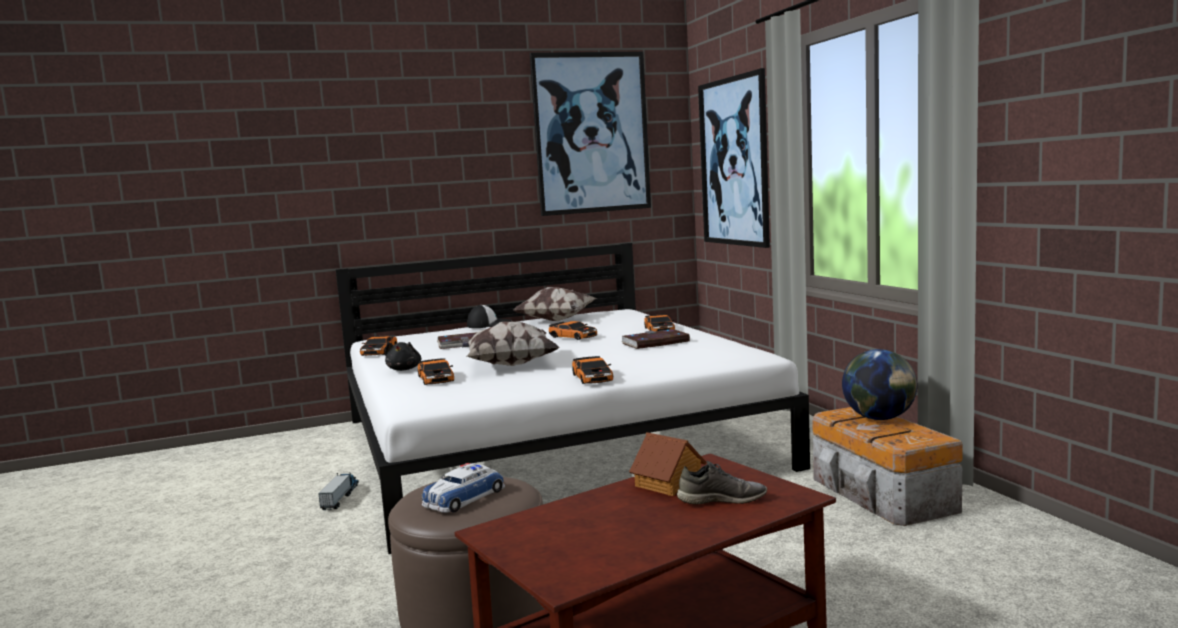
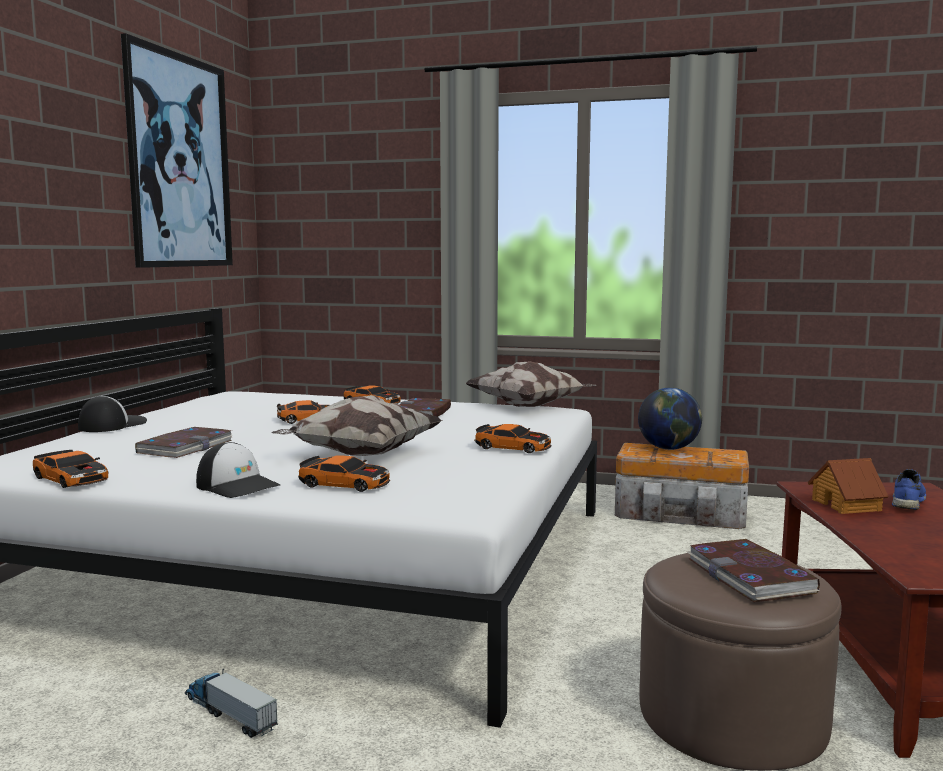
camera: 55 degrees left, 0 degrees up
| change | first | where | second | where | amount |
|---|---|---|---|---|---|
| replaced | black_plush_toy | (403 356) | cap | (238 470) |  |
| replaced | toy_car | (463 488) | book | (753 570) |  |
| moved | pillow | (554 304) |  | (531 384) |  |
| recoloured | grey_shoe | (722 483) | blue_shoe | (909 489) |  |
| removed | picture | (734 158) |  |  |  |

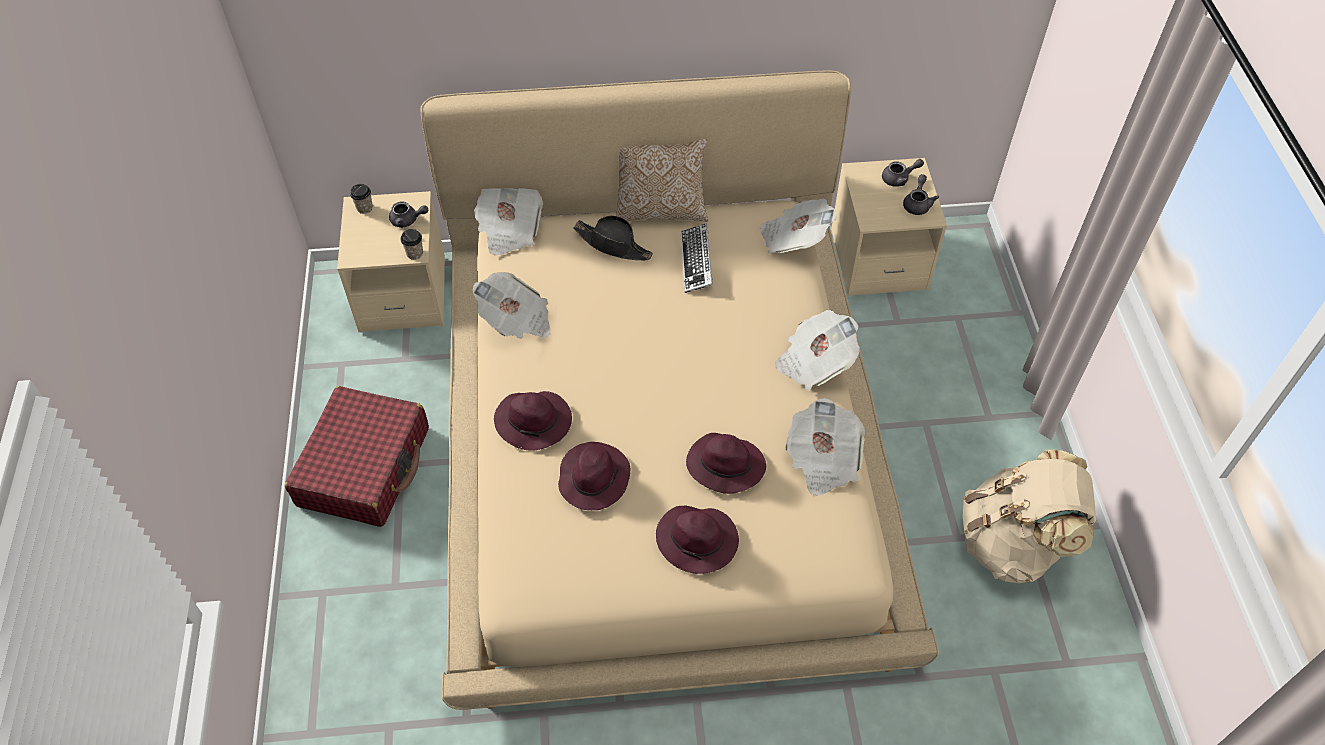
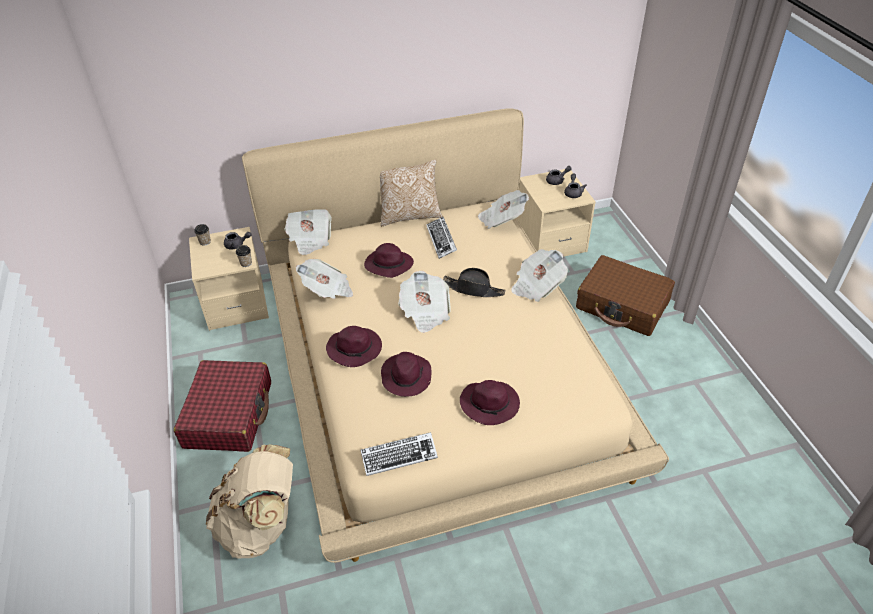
camera: 10 degrees left, 10 degrees down
| change | first | where | second | where | amount |
|---|---|---|---|---|---|
| moved | black_hat | (613 237) |  | (474 282) |  |
| moved | purple_hat | (726 463) |  | (389 260) |  |
| moved | newspaper | (825 447) |  | (424 302) |  |
| moved | beige_backpack | (1029 516) |  | (249 501) |  |
| added |  |  | keyboard | (399 454) |  |
| added |  |  | brown_suitcase | (625 295) |  |

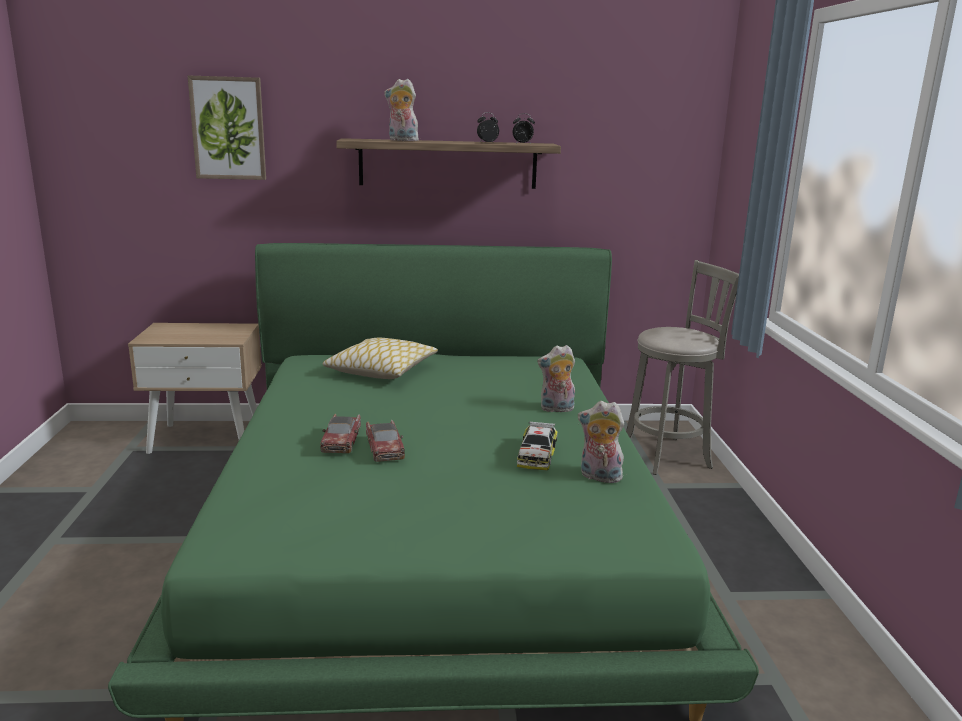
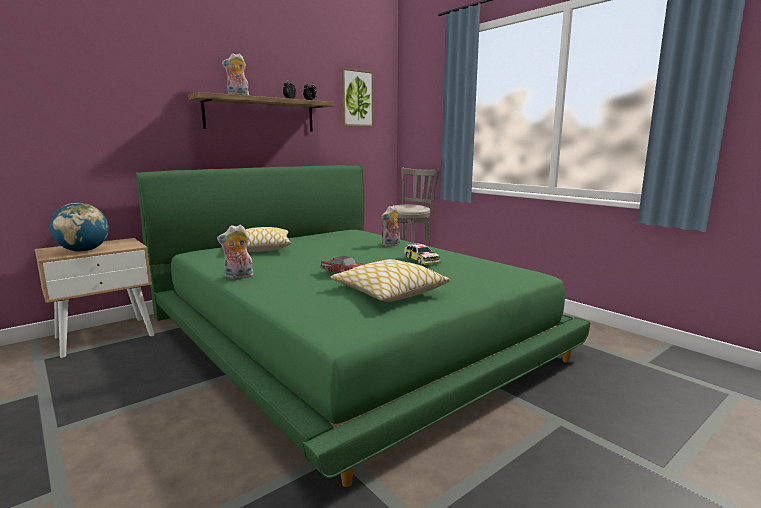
camera: 35 degrees left, 5 degrees down
| change | first | where | second | where | amount |
|---|---|---|---|---|---|
| moved | picture | (227 128) |  | (357 97) |  |
| removed | toy_car | (340 433) |  |  |  |
| moved | plush_toy | (601 442) |  | (235 252) |  |
| added |  |  | globe | (79 227) |  |
| added |  |  | pillow | (390 280) |  |

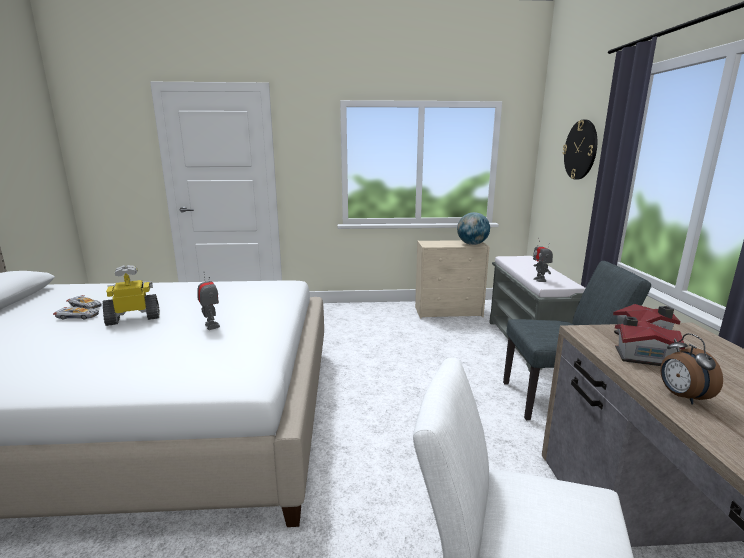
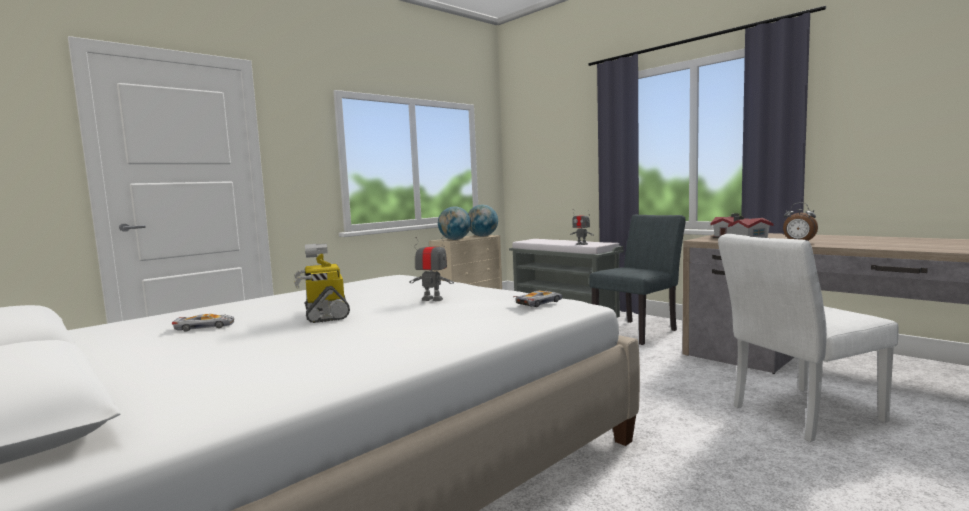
camera: 40 degrees left, 10 degrees down
| change | first | where | second | where | amount |
|---|---|---|---|---|---|
| moved | toy_car | (76 313) |  | (537 298) |  |
| turned | toy_robot | (131 295) |  | (322 283) | 45 degrees counterclockwise |
| removed | wall_clock | (579 150) |  |  |  |
| added |  |  | globe | (454 223) |  |

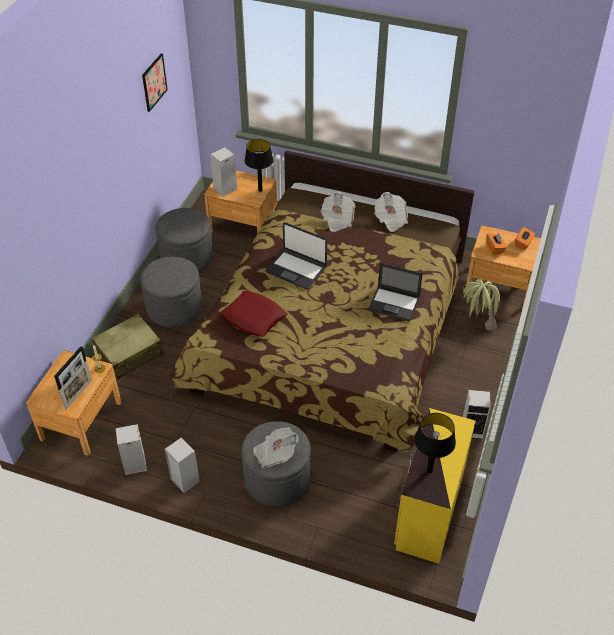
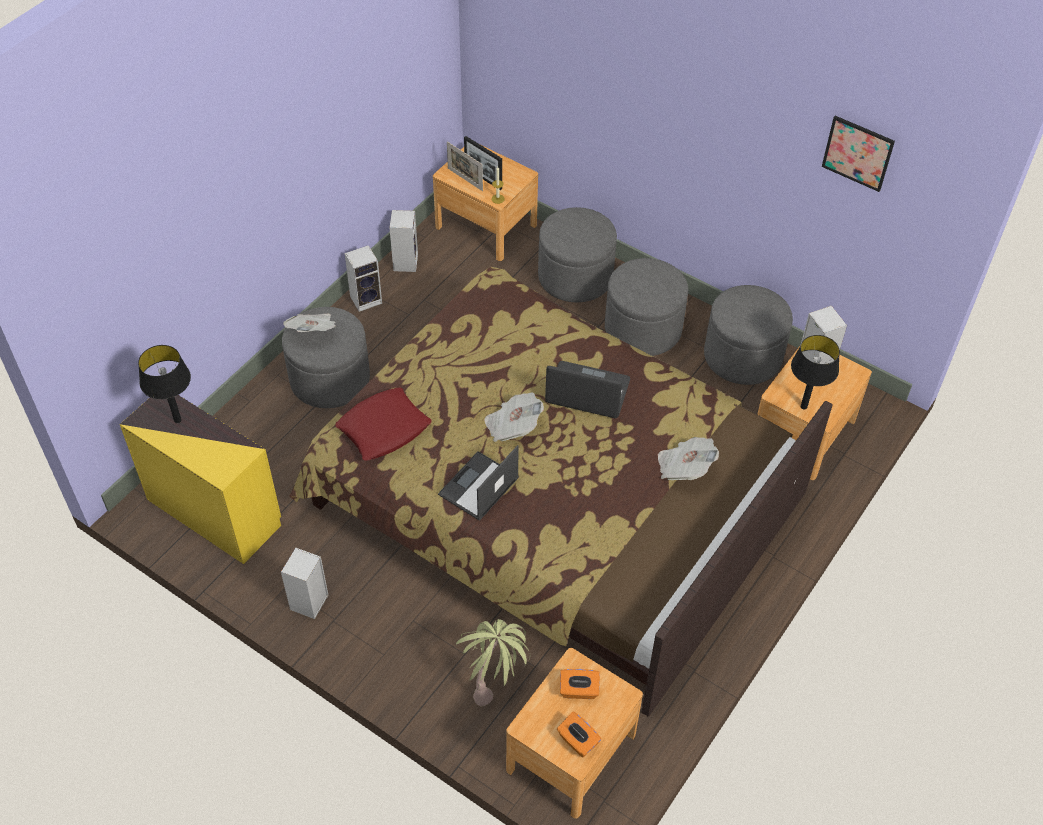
camera: 105 degrees right, 5 degrees up
| change | first | where | second | where | amount |
|---|---|---|---|---|---|
| replaced | beige_suitcase | (128 346) | grey_ottoman | (577 255) |  |
| moved | red_pillow | (254 314) |  | (383 424) |  |
| turned | laptop | (296 255) |  | (587 389) | 60 degrees clockwise |
| moved | newspaper | (391 212) |  | (514 417) |  |

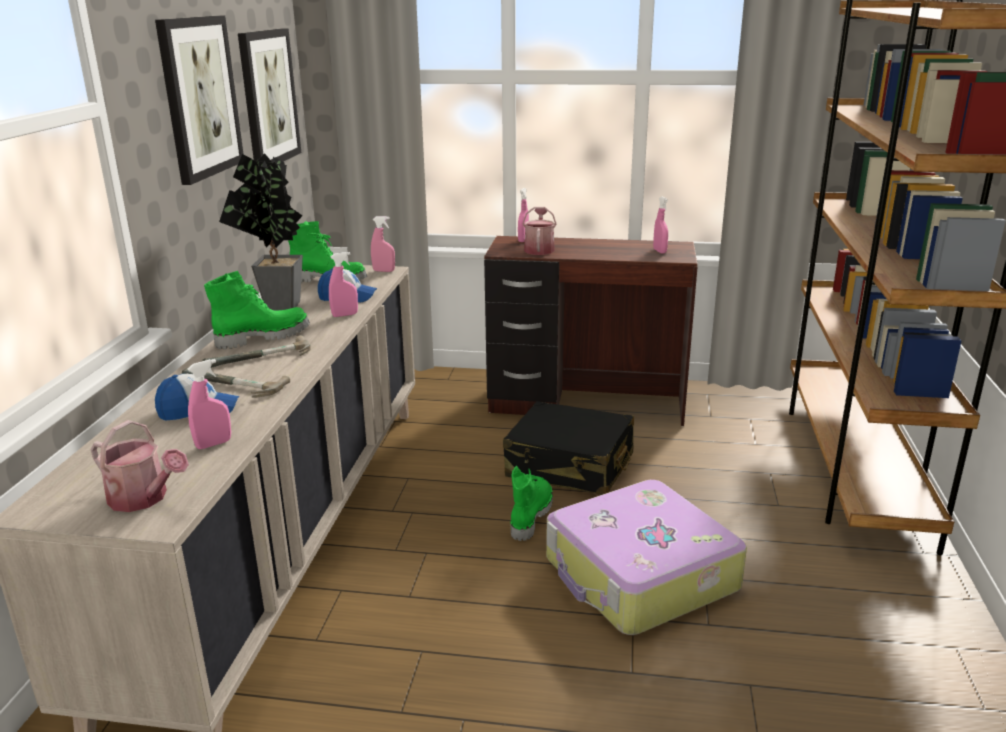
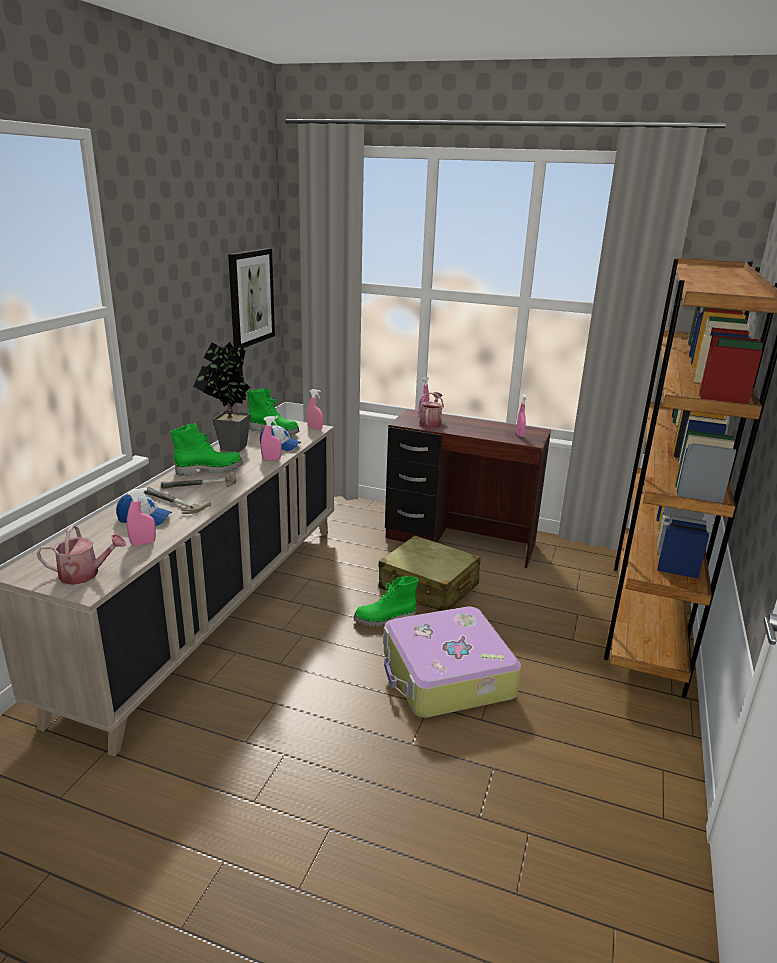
camera: 10 degrees right, 0 degrees up
| change | first | where | second | where | amount |
|---|---|---|---|---|---|
| turned | watering_can | (140 466) |  | (81 555) | 45 degrees counterclockwise |
| removed | picture | (199 100) |  |  |  |
| recoloured | black_suitcase | (568 448) | beige_suitcase | (430 573) |  |
| turned | green_boot | (532 503) |  | (385 601) | 135 degrees counterclockwise |

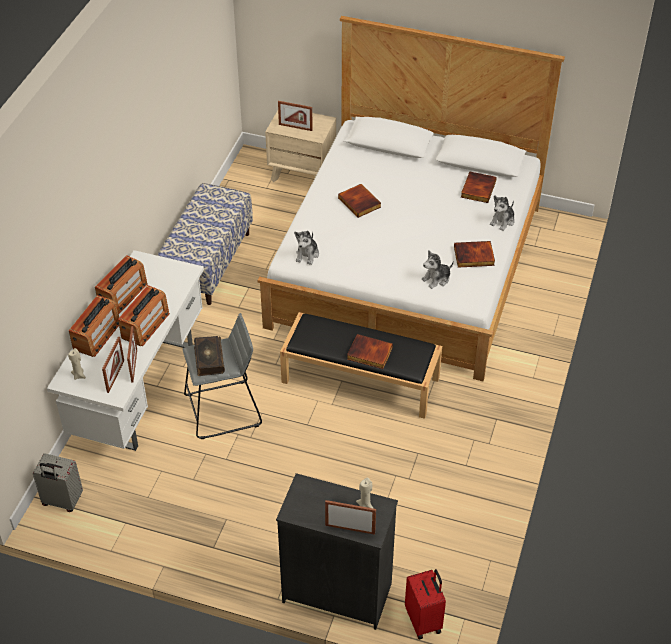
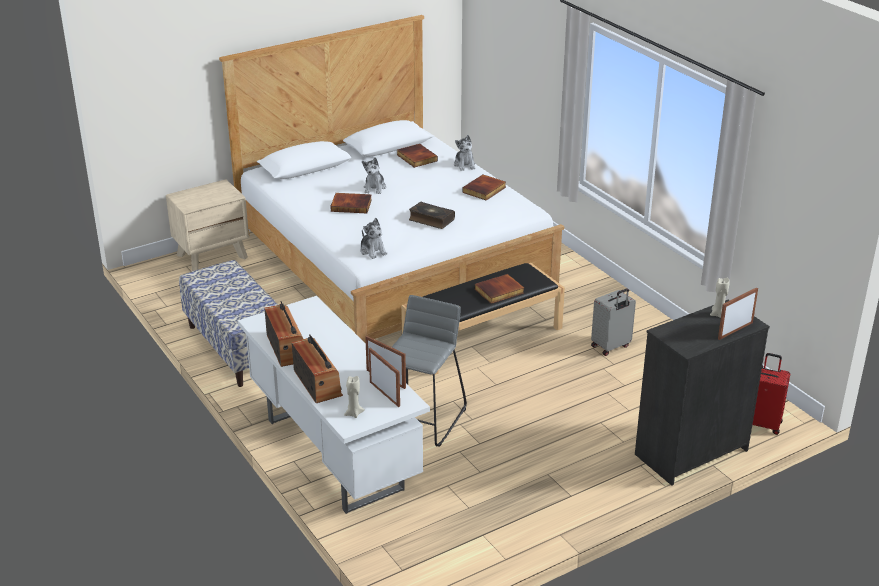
camera: 50 degrees left, 15 degrees down
| change | first | where | second | where | amount |
|---|---|---|---|---|---|
| moved | grey_suitcase | (58 482) |  | (613 322) |  |
| removed | radio | (144 315) |  |  |  |
| moved | book | (209 356) |  | (432 215) |  |
| removed | picture_frame | (295 116) |  |  |  |
| moved | plush_toy | (438 269) |  | (374 175) |  |

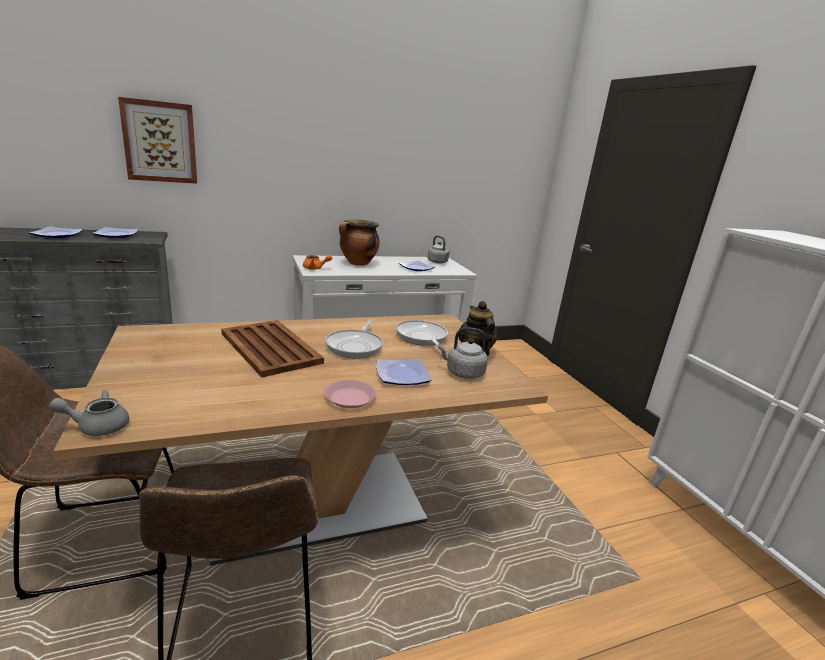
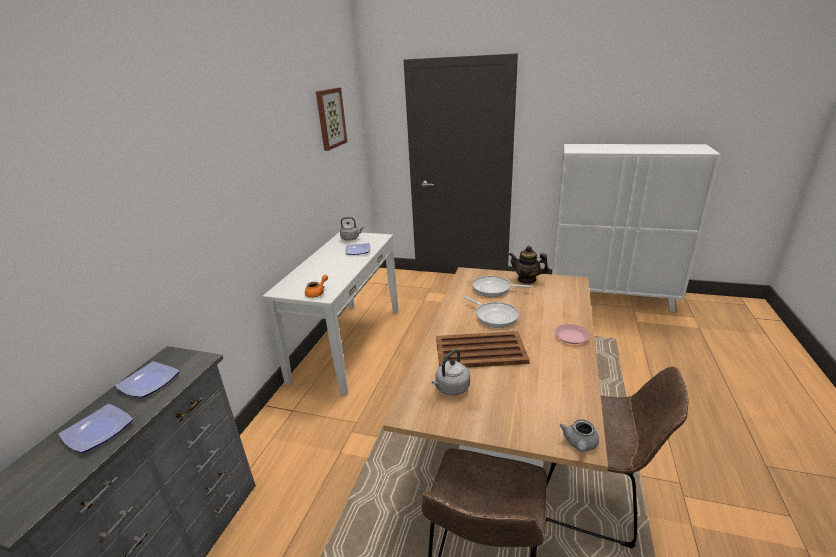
camera: 50 degrees left, 5 degrees up
| change | first | where | second | where | amount |
|---|---|---|---|---|---|
| moved | picture | (157 140) |  | (331 119) |  |
| removed | cooking_pot | (359 242) |  |  |  |
| removed | plate | (403 372) |  |  |  |
| moved | grey_kettle | (463 353) |  | (450 372) |  |

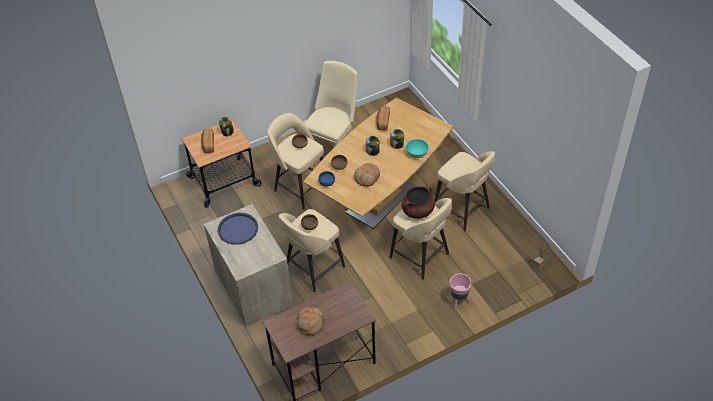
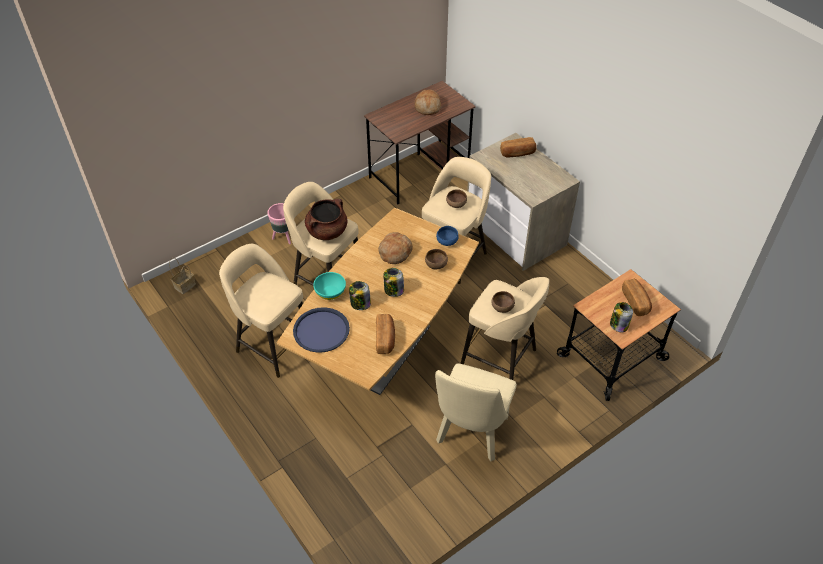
camera: 170 degrees right, 0 degrees up
| change | first | where | second | where | amount |
|---|---|---|---|---|---|
| moved | blue_tray | (238 229) |  | (321 330) |  |
| added |  |  | bread | (518 147) |  |

